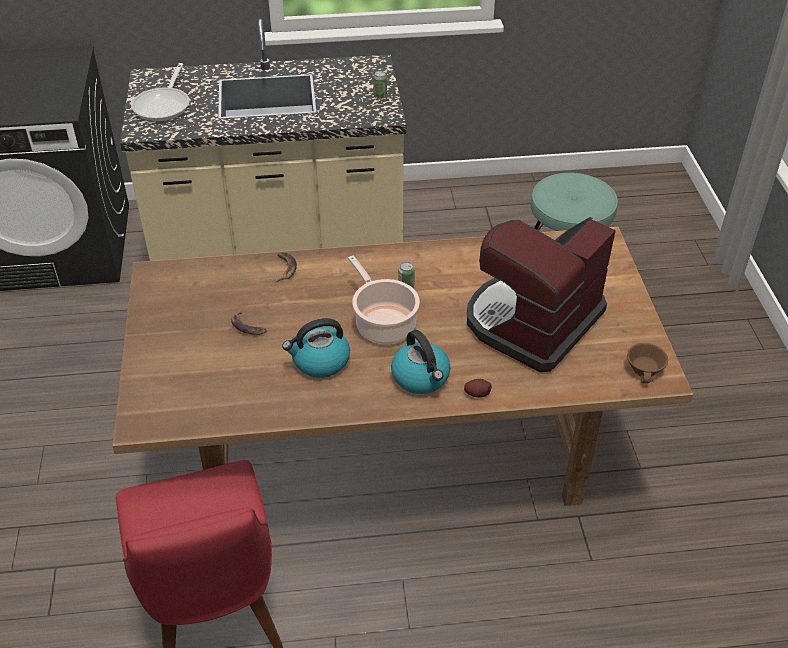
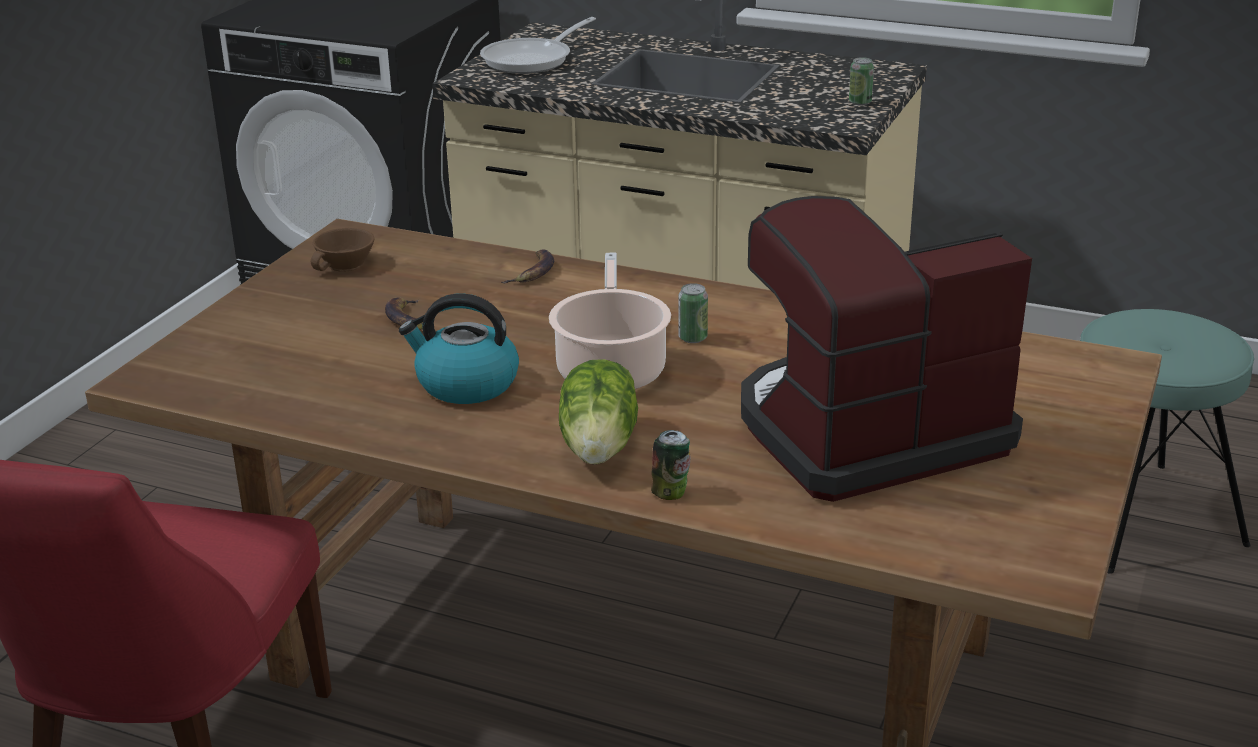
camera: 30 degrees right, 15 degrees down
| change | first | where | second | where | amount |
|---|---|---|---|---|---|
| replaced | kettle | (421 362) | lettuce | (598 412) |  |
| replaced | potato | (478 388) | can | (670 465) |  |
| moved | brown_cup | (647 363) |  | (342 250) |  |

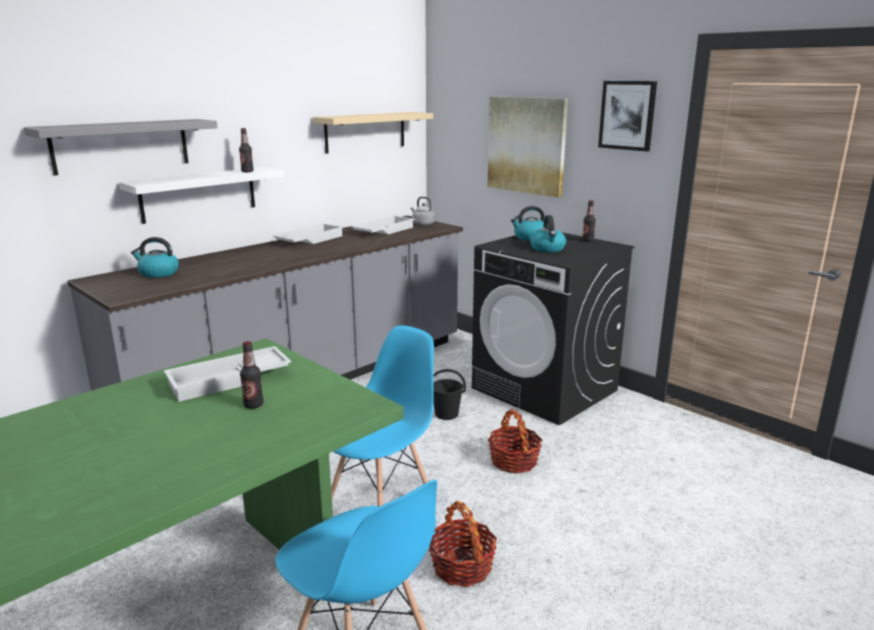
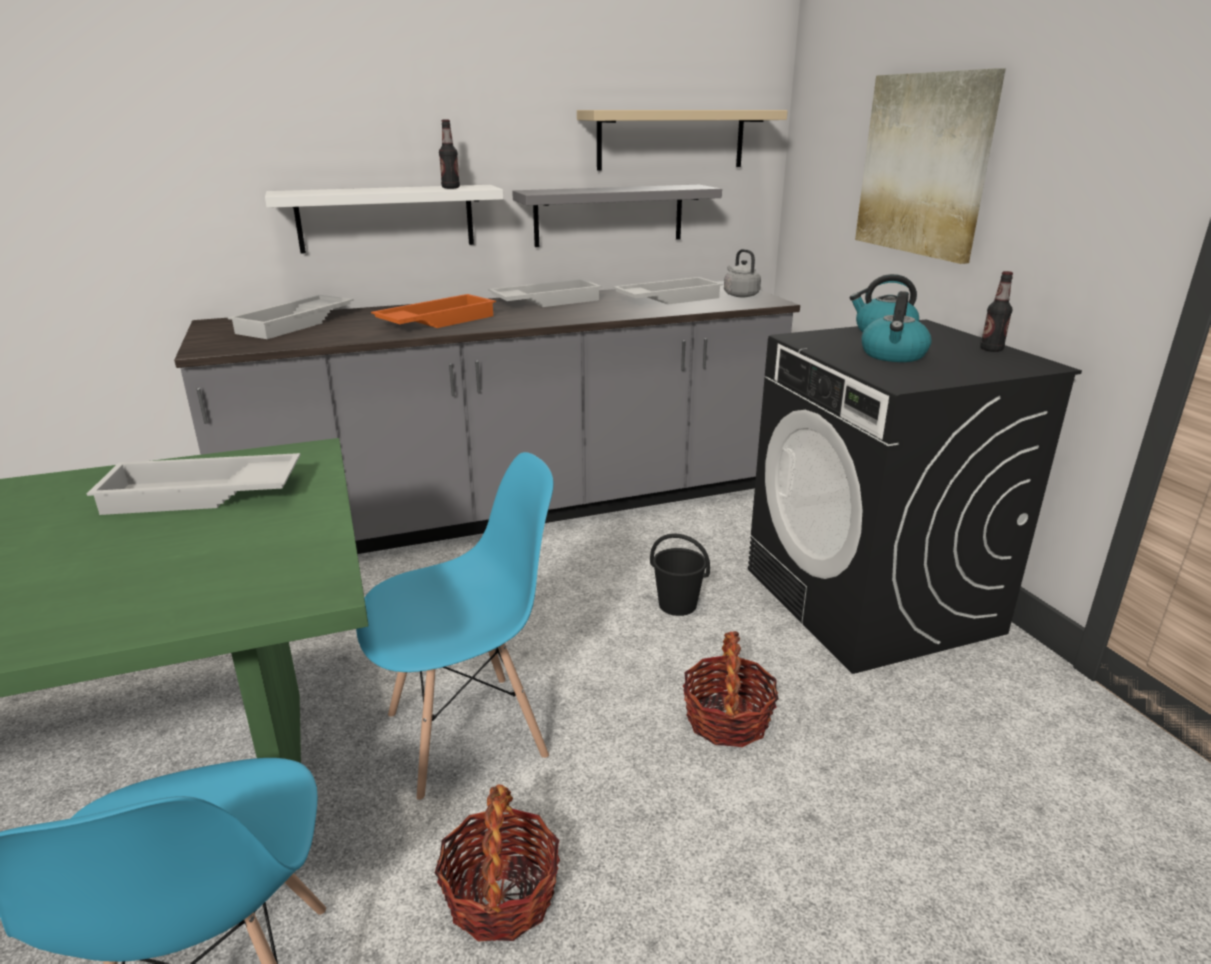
camera: 25 degrees right, 5 degrees up
| change | first | where | second | where | amount |
|---|---|---|---|---|---|
| moved | grey_shelf | (120 147) |  | (617 216) |  |
| replaced | kettle | (155 257) | white_tray | (291 317) |  |
| removed | bottle | (252 375) |  |  |  |
| removed | picture | (627 116) |  |  |  |
| added |  |  | orange_tray | (433 311) |  |

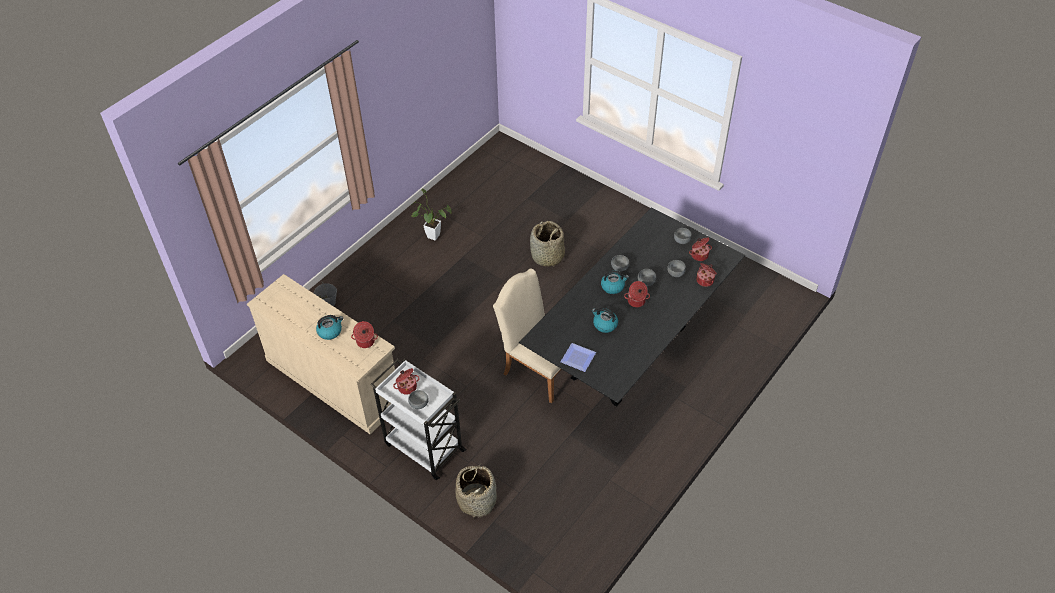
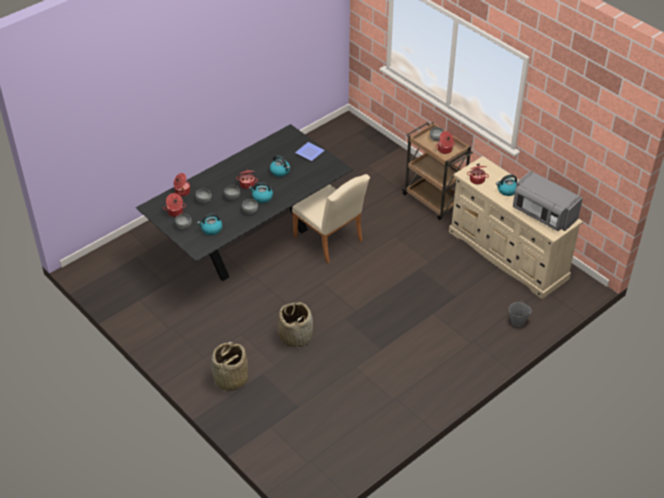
camera: 170 degrees left, 5 degrees down
| change | first | where | second | where | amount |
|---|---|---|---|---|---|
| recoloured | white_cart | (419 419) | brown_cart | (437 171) |  |
| removed | potted_plant | (431 214) |  |  |  |
| moved | basket | (476 491) |  | (229 367) |  |
| added |  |  | kettle | (210 224) |  |
| added |  |  | grey_microwave | (548 201) |  |

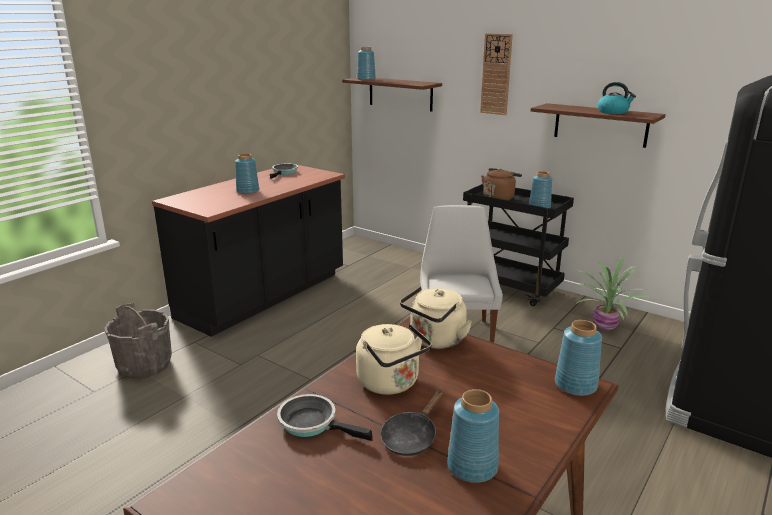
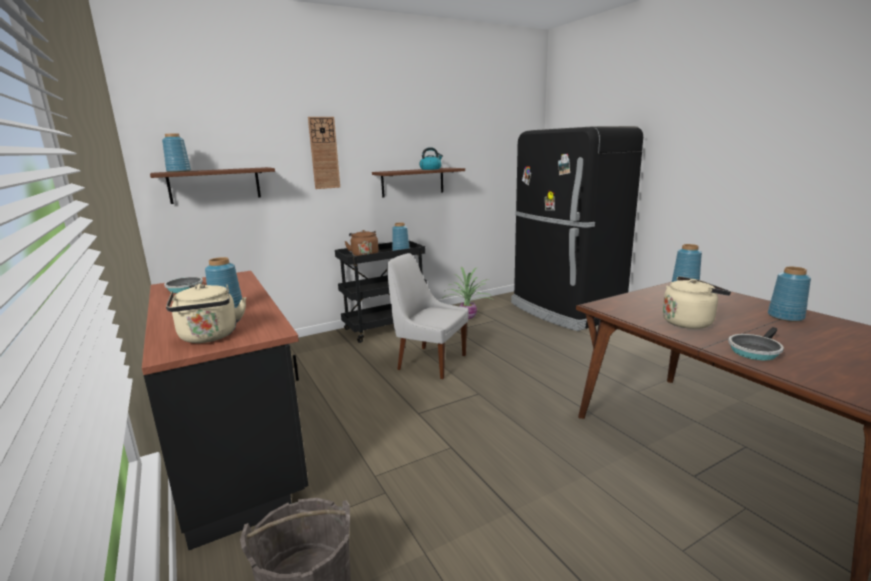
camera: 65 degrees left, 5 degrees down
| change | first | where | second | where | amount |
|---|---|---|---|---|---|
| removed | black_frying_pan | (411 422) |  |  |  |
| moved | beige_kettle | (436 317) |  | (206 313) |  |

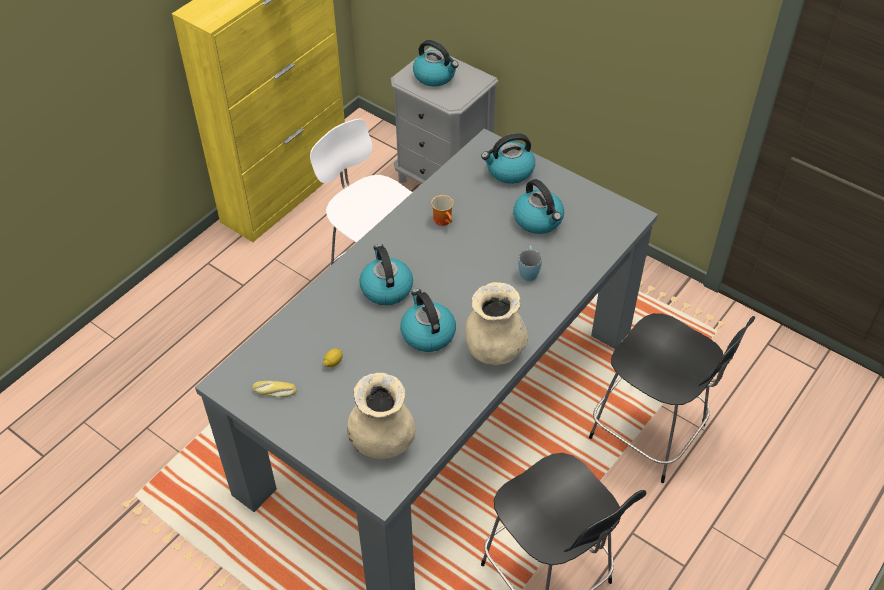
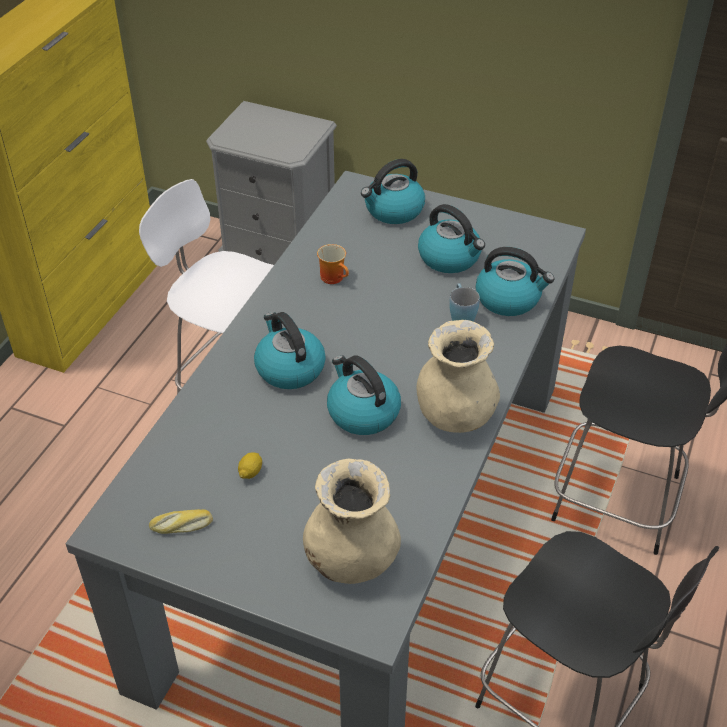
camera: 15 degrees left, 5 degrees down
| change | first | where | second | where | amount |
|---|---|---|---|---|---|
| moved | kettle | (436 63) |  | (515 281) |  |

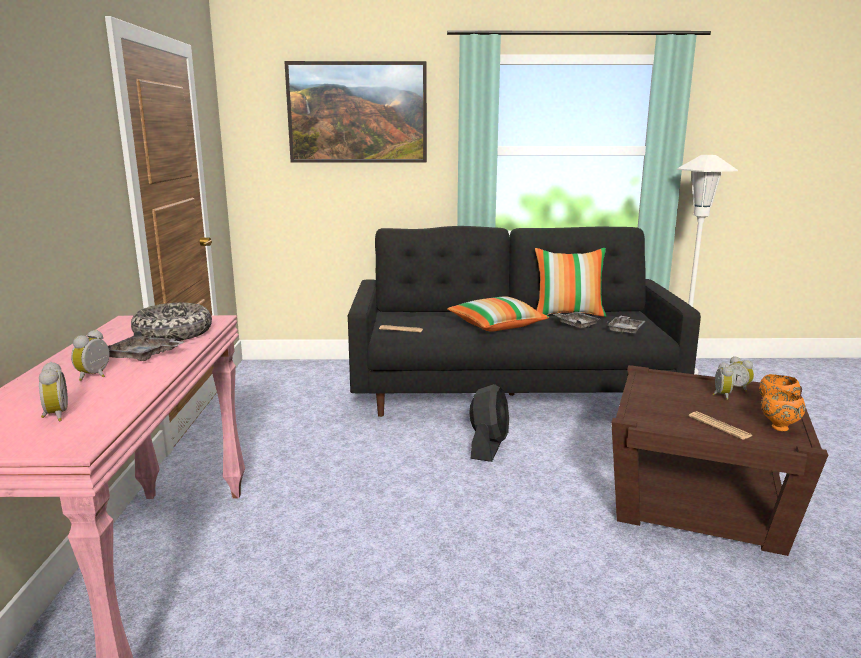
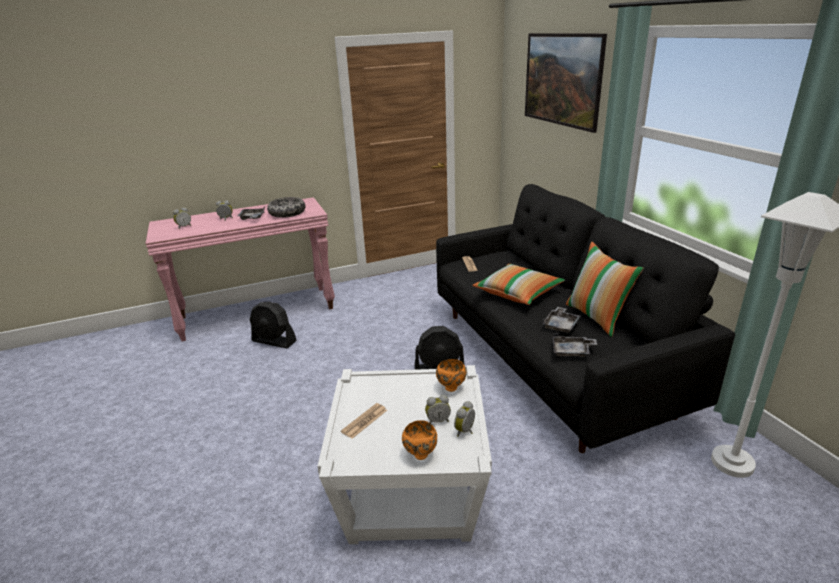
camera: 70 degrees right, 10 degrees up
| change | first | where | second | where | amount |
|---|---|---|---|---|---|
| recoloured | brown_side_table | (719 460) | white_side_table | (404 454) |  |
| moved | orange_bowl | (783 410) |  | (451 375) |  |
| added |  |  | black_fan | (273 325) |  |

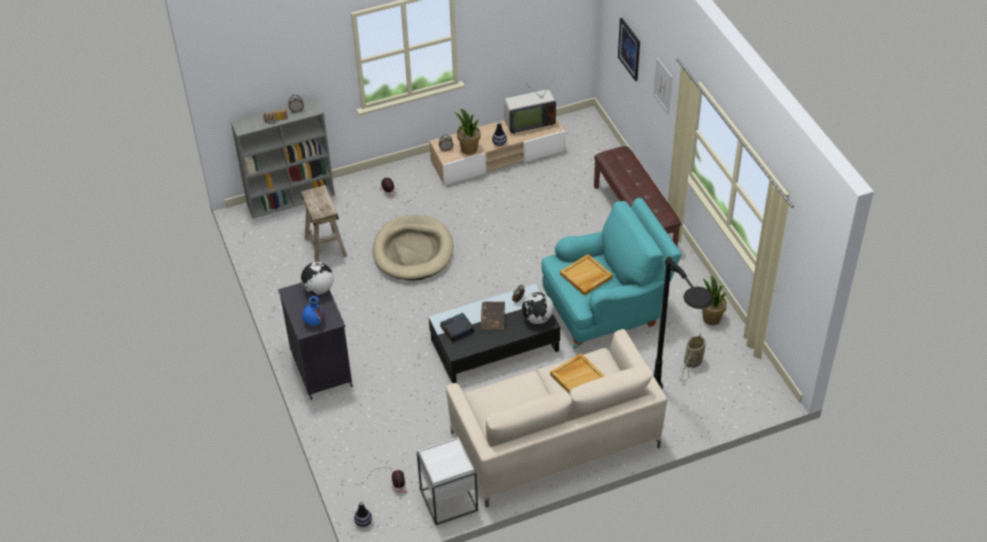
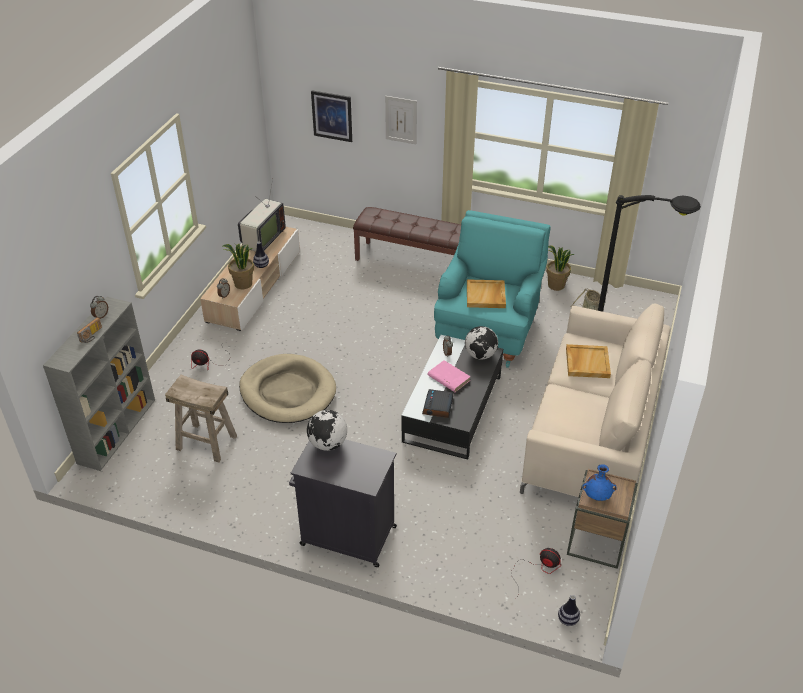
camera: 50 degrees left, 5 degrees down
| change | first | where | second | where | amount |
|---|---|---|---|---|---|
| moved | blue_vase | (313 310) |  | (599 482) |  |
| recoloured | white_side_table | (447 481) | brown_side_table | (602 519) |  |
| recoloured | brown_book | (493 315) | pink_book | (449 376) |  |

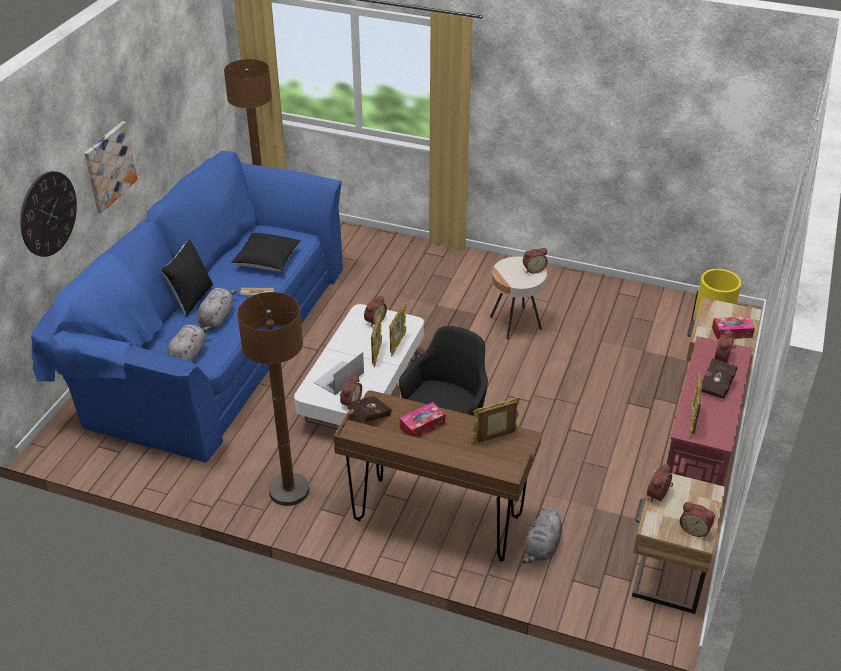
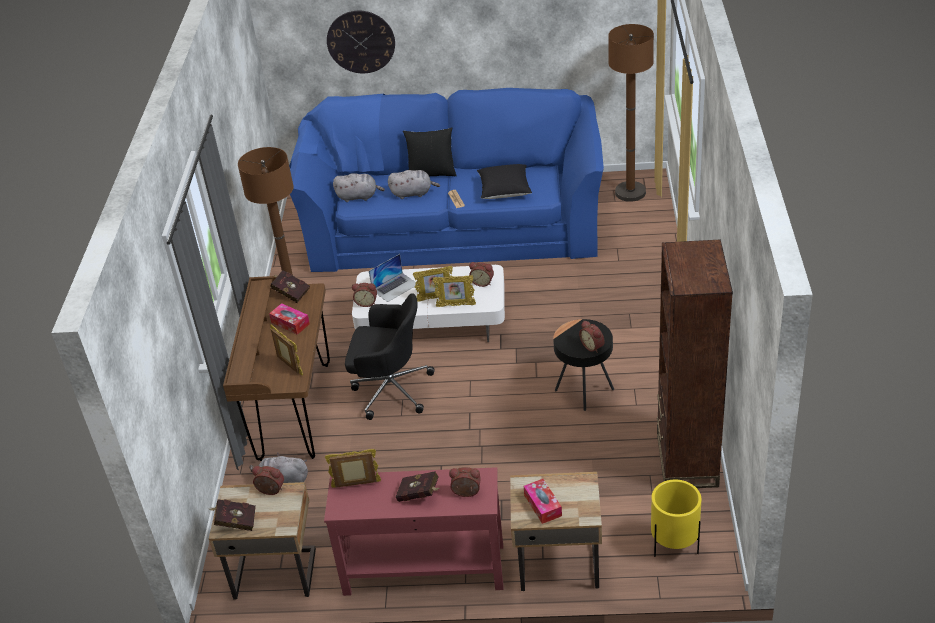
camera: 75 degrees right, 0 degrees up
| change | first | where | second | where | amount |
|---|---|---|---|---|---|
| removed | picture | (111 167) |  |  |  |
| turned | laptop | (339 373) |  | (393 278) | 120 degrees clockwise |
| recoloured | beige_side_table | (518 298) | black_side_table | (583 365) |  |
| replaced | alarm_clock | (697 519) | red_book | (233 515) |  |
| added |  |  | brown_bookcase | (695 363) |  |

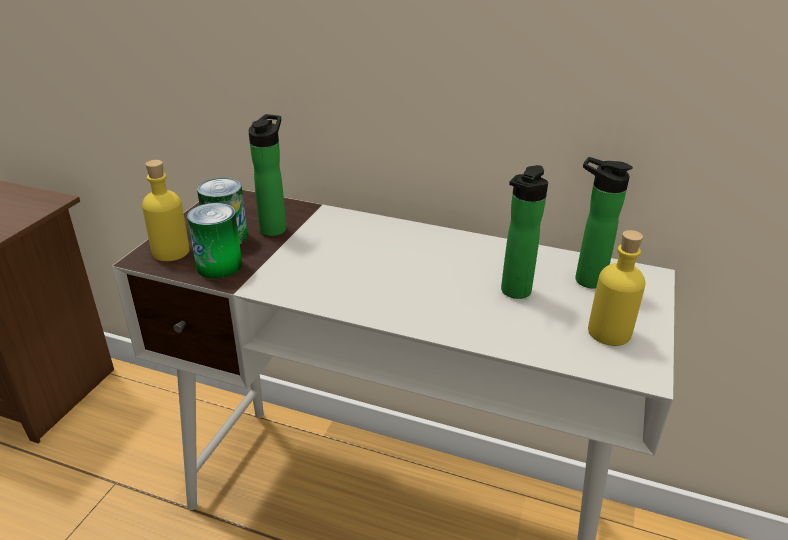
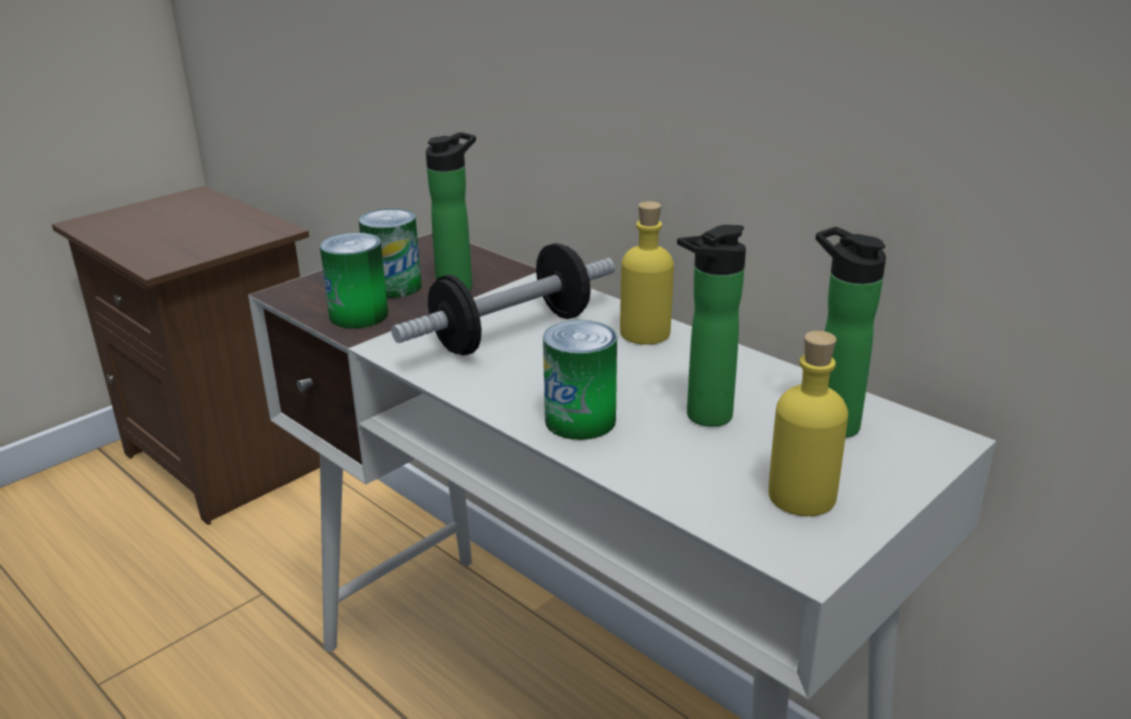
camera: 25 degrees right, 5 degrees down
| change | first | where | second | where | amount |
|---|---|---|---|---|---|
| moved | yellow_bottle | (165 210) |  | (647 273) |  |
| added |  |  | dumbbell | (503 299) |  |
| added |  |  | can | (580 380) |  |

